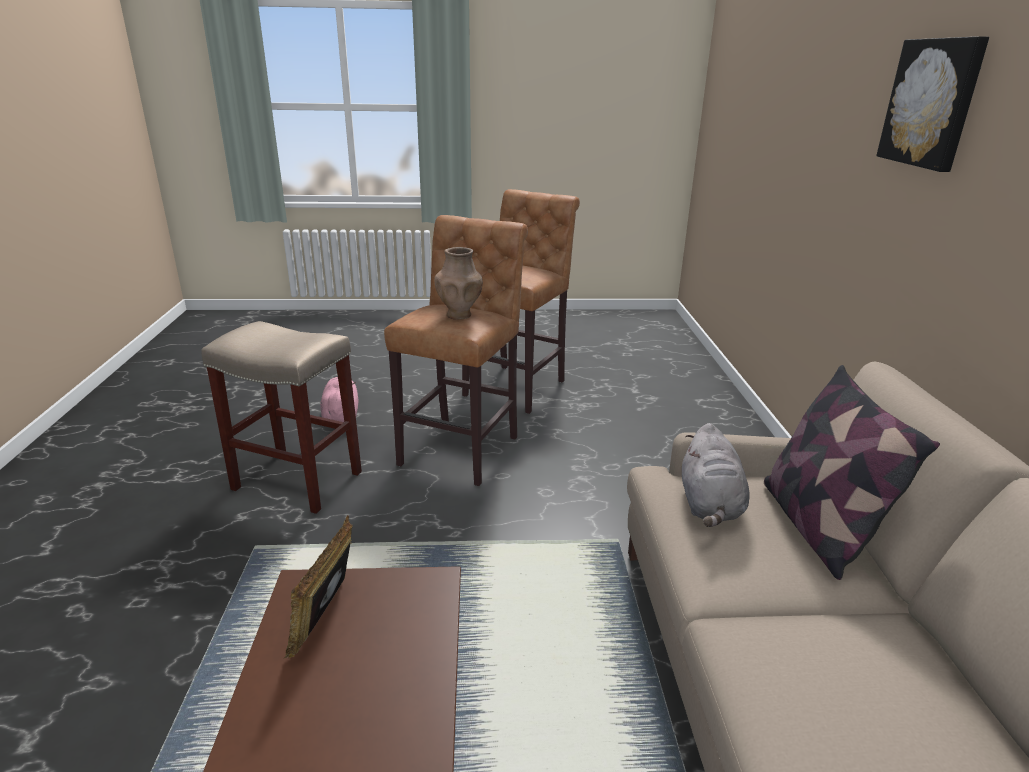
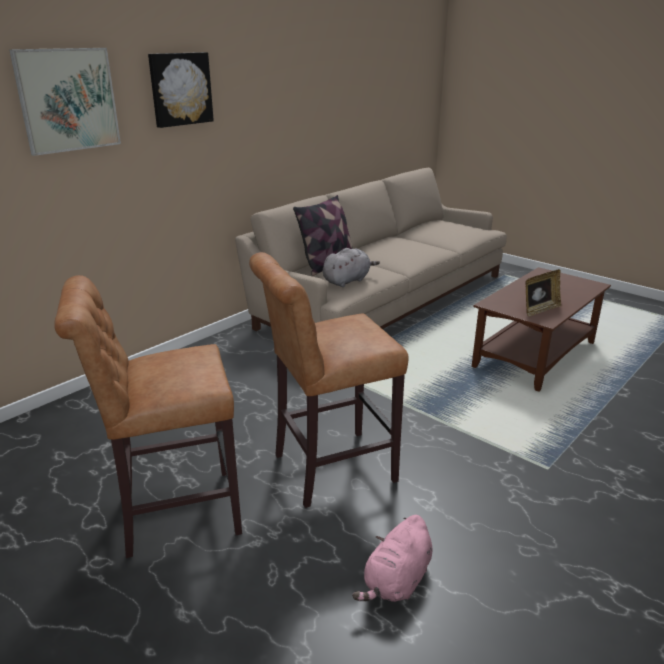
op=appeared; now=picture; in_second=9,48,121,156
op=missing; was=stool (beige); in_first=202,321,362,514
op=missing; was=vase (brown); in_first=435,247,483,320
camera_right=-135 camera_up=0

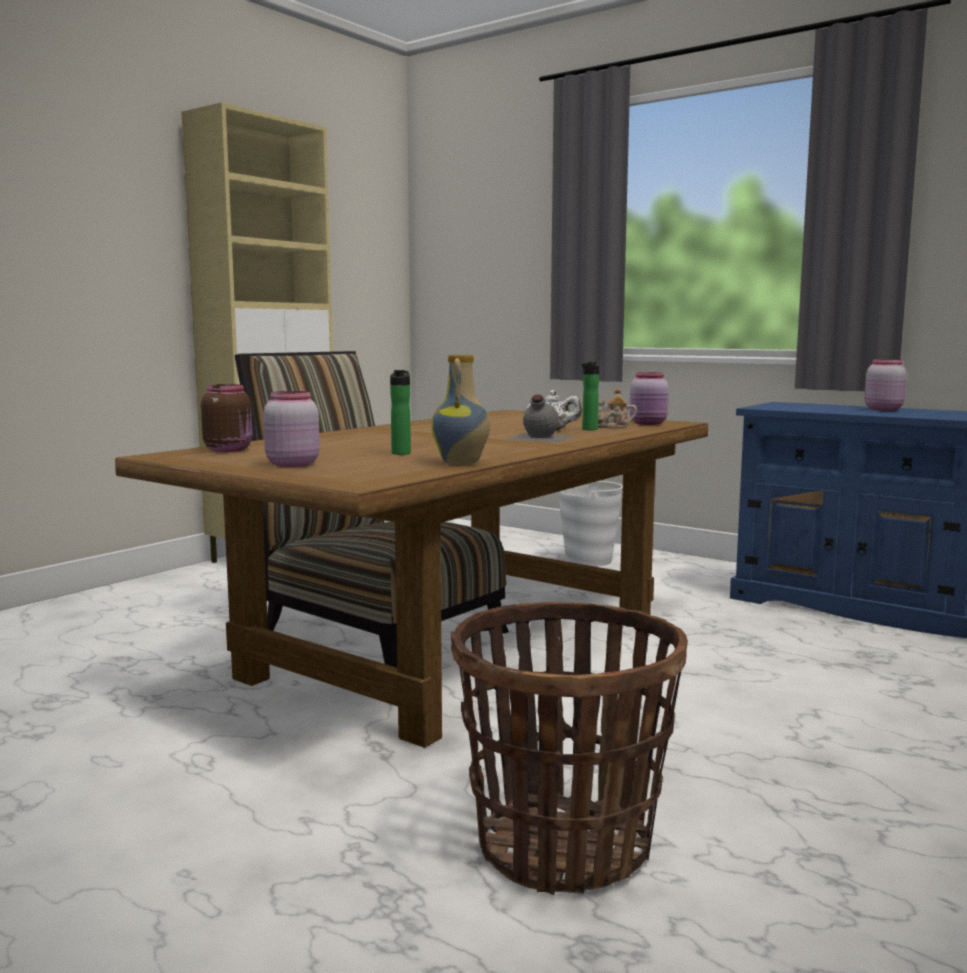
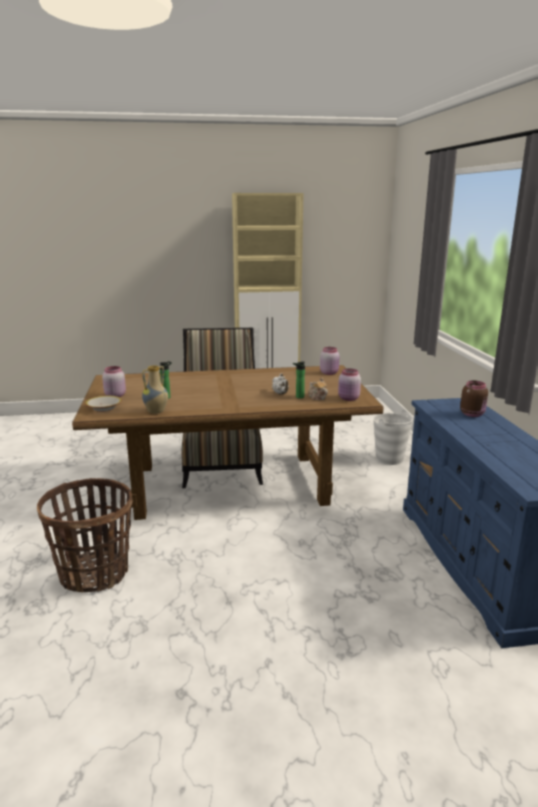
op=appeared; now=bowl; in_second=85,396,122,412
op=relocated; was=jar (pink); in_first=864,359,907,411; in_second=320,347,339,375
op=relocated; was=jar (brown); in_first=201,384,252,452; in_second=460,380,488,417
op=missing; was=bottle (grey); in_first=504,395,574,442
camera_right=45 camera_up=10

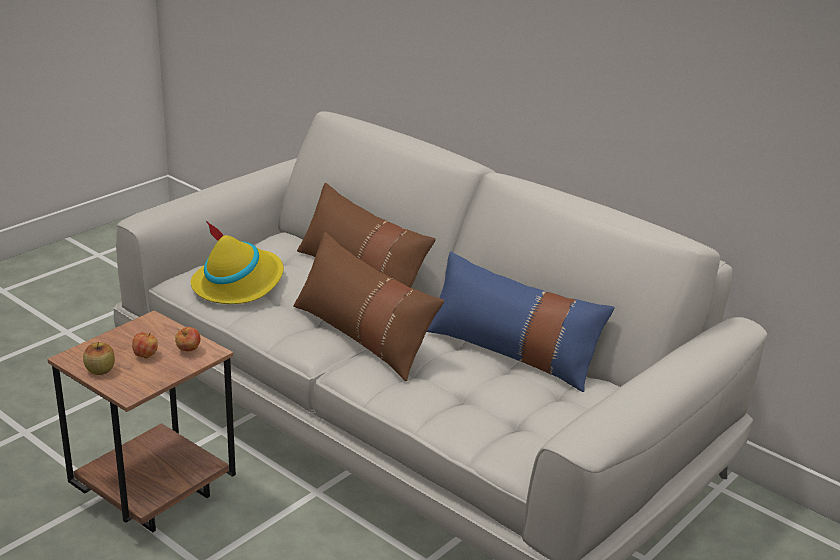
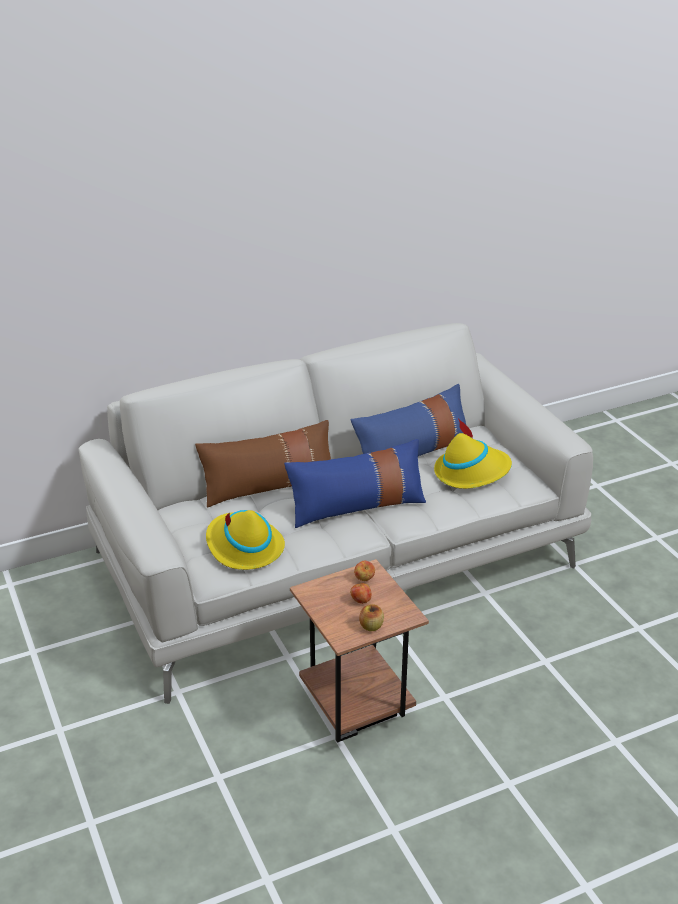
op=colour; was=pillow (brown); now=pillow (blue); in_first=293,232,444,381; in_second=284,439,426,528
op=appeared; now=hat (yellow); in_second=434,418,512,489
camera_right=-65 camera_up=5

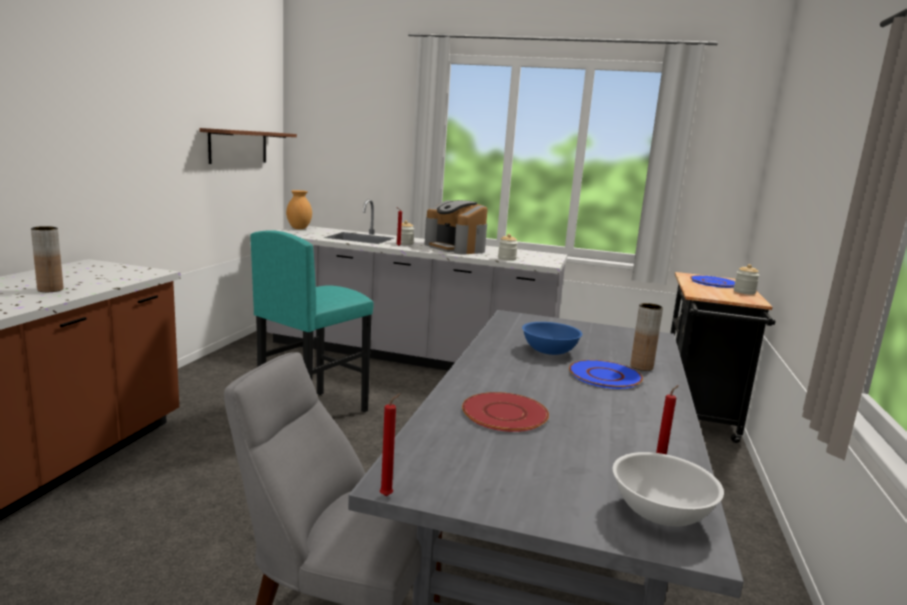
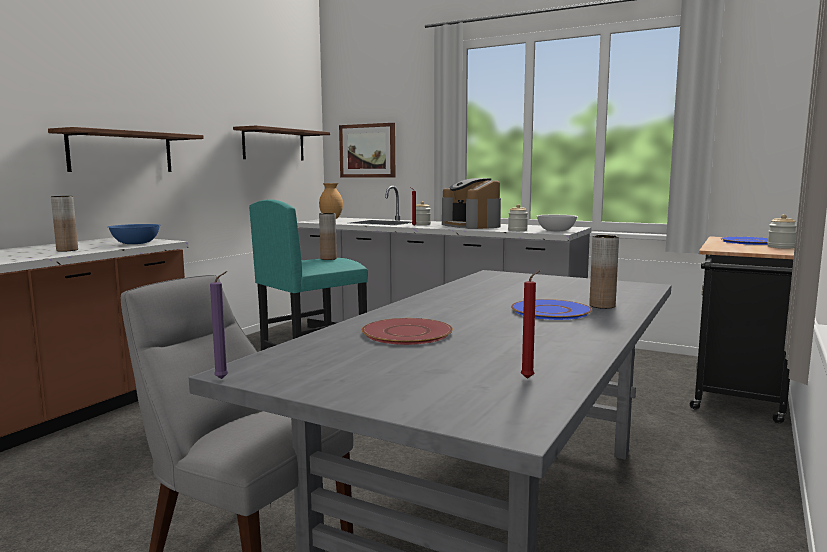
op=appeared; now=shelf; in_second=48,127,204,172
op=relocated; was=bowl (blue); in_first=522,322,582,355; in_second=108,224,161,244
op=colour; was=candle (red); now=candle (purple); in_first=380,393,401,496; in_second=210,271,228,379
op=appeared; now=vase (brown); in_second=319,213,337,260
op=appeared; now=picture; in_second=339,123,395,177
op=relocated; was=bowl (white); in_first=613,452,724,527; in_second=536,215,578,231
camera_right=15 camera_up=-5

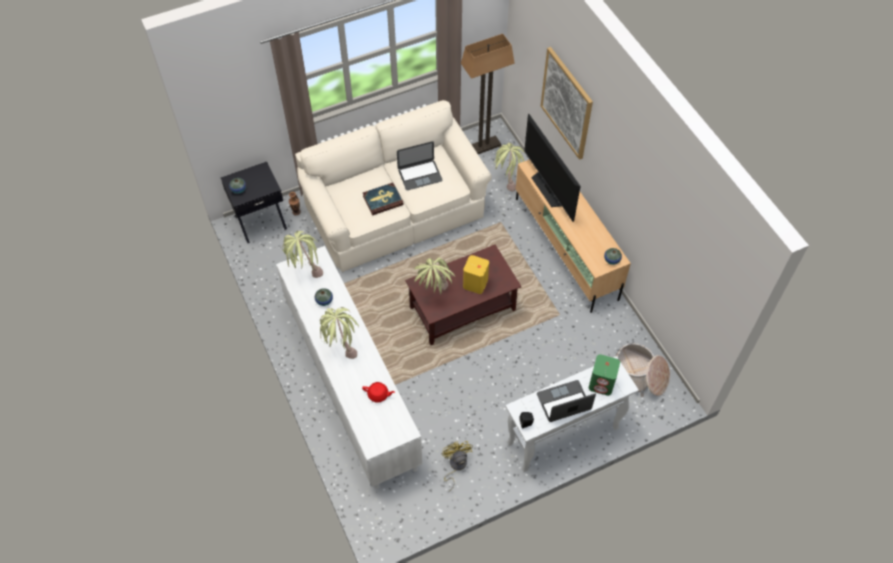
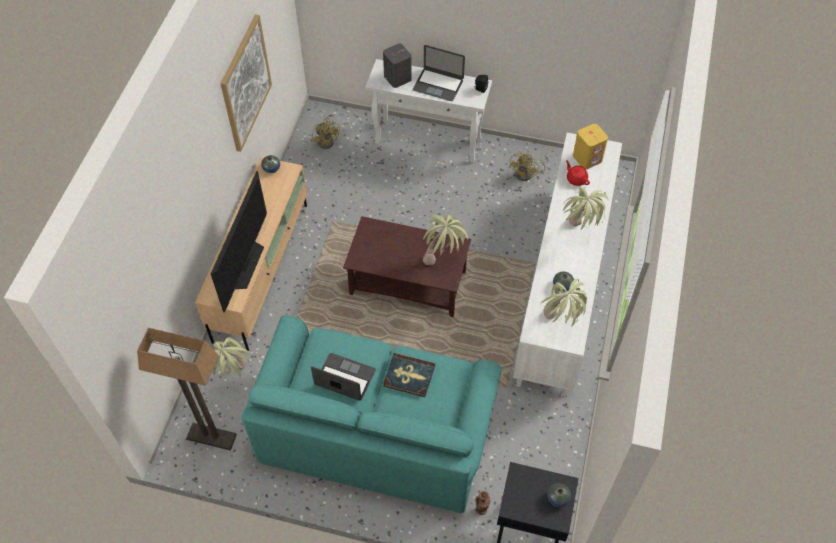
op=relocated; was=picture; in_first=541,47,593,160; in_second=221,14,272,152
op=colour; was=sofa (beige); now=sofa (turquoise); in_first=295,100,492,272; in_second=241,315,502,513
op=exchanged; was=basket; now=fan (yellow); in_first=616,343,670,397; in_second=312,116,340,149
op=colour; was=speaker (green); now=speaker (grey); in_first=589,354,620,396; in_second=383,43,412,88
op=relocated; was=speaker (yellow); in_first=463,255,489,294; in_second=573,124,608,169
camera_right=-140 camera_up=0

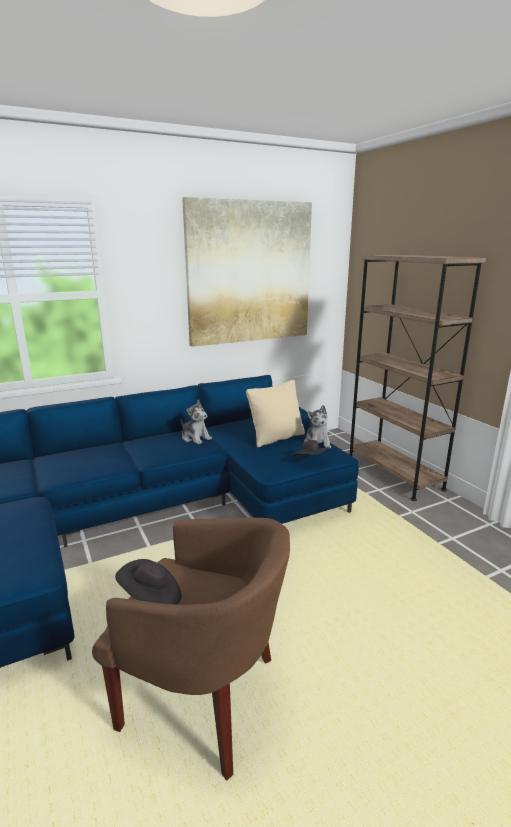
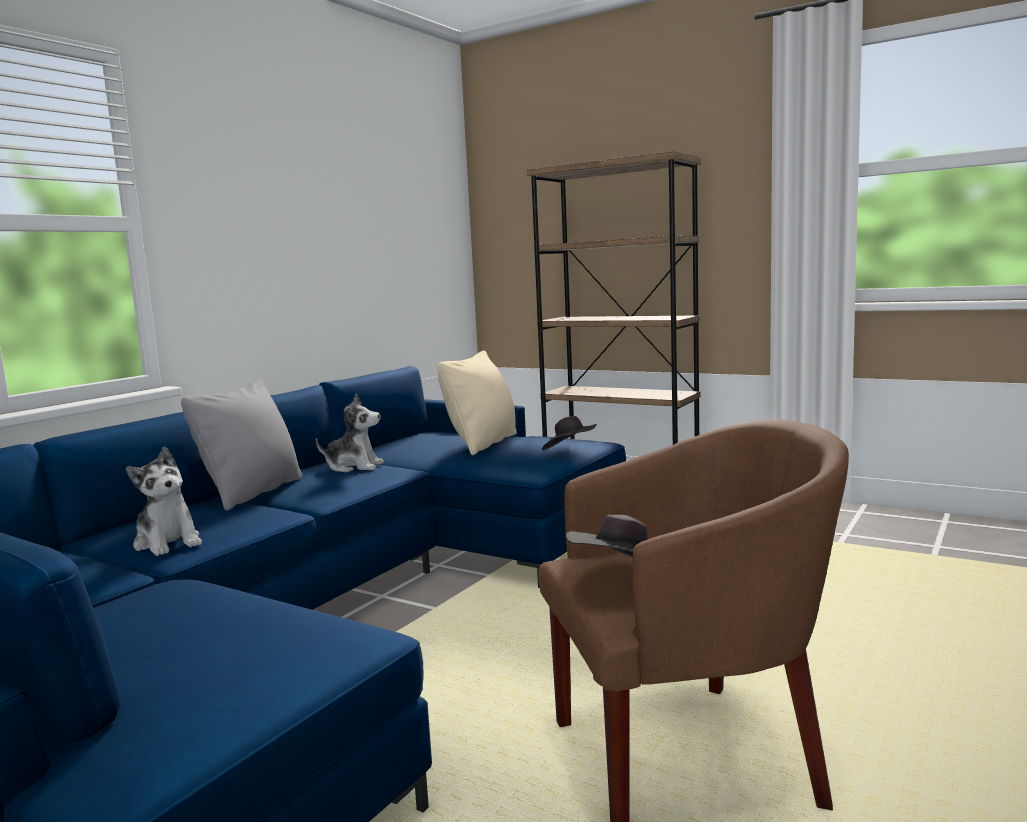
op=relocated; was=plush toy; in_first=304,405,331,448; in_second=126,447,202,556
op=appeared; now=pillow (grey); in_second=181,379,302,511
op=missing; was=picture; in_first=182,197,312,347
camera_right=-30 camera_up=-10

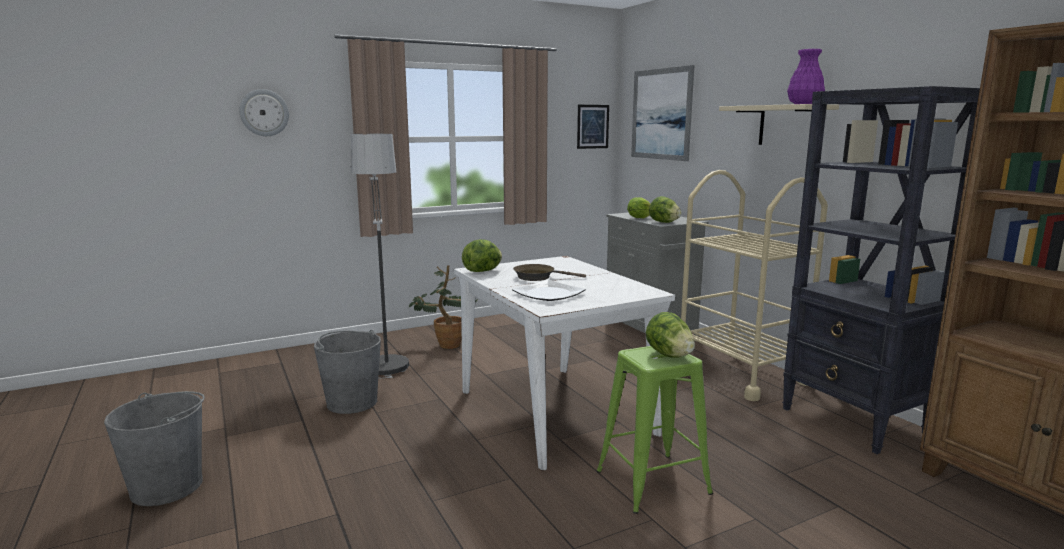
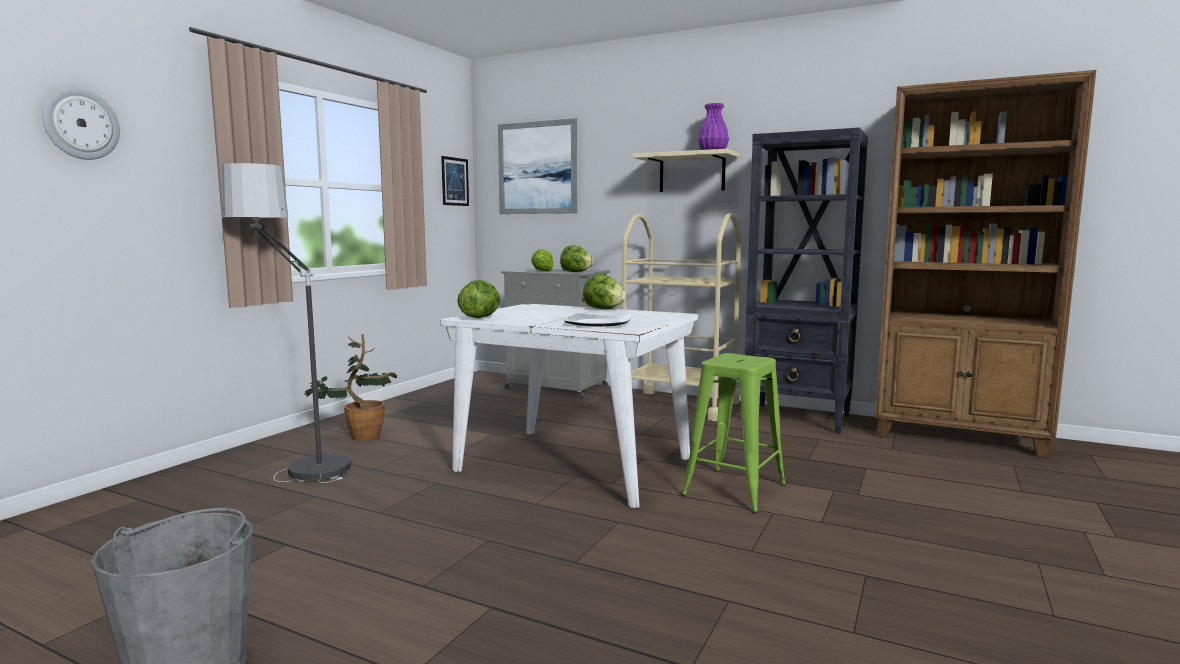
op=relocated; was=lettuce; in_first=646,312,695,358; in_second=583,274,626,309
op=missing; was=bucket (grey); in_first=314,330,381,414
op=missing; was=frying pan (brown); in_first=513,264,586,281
camera_right=-35 camera_up=-5

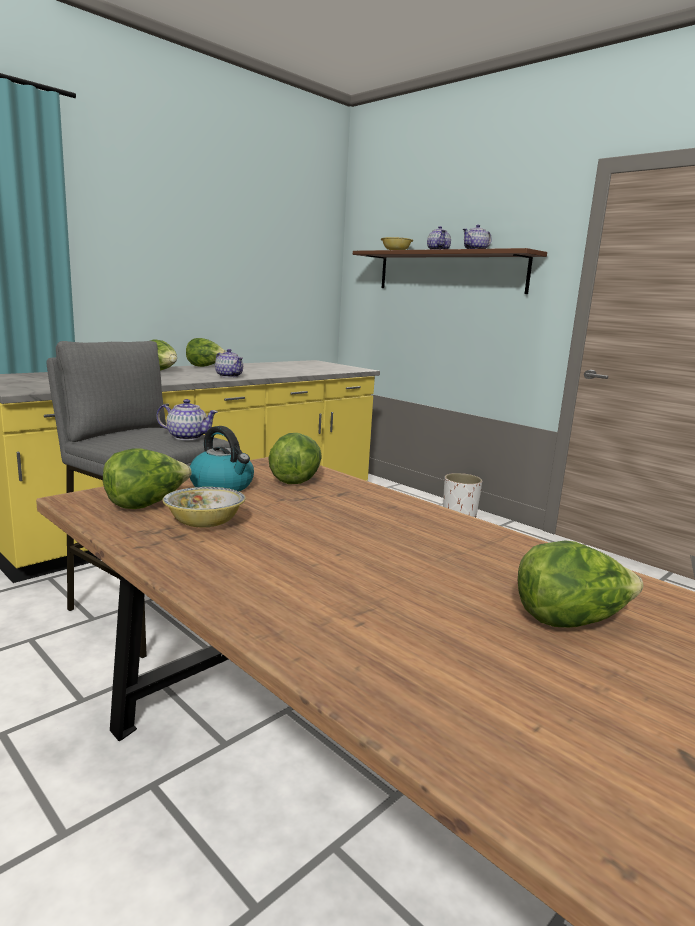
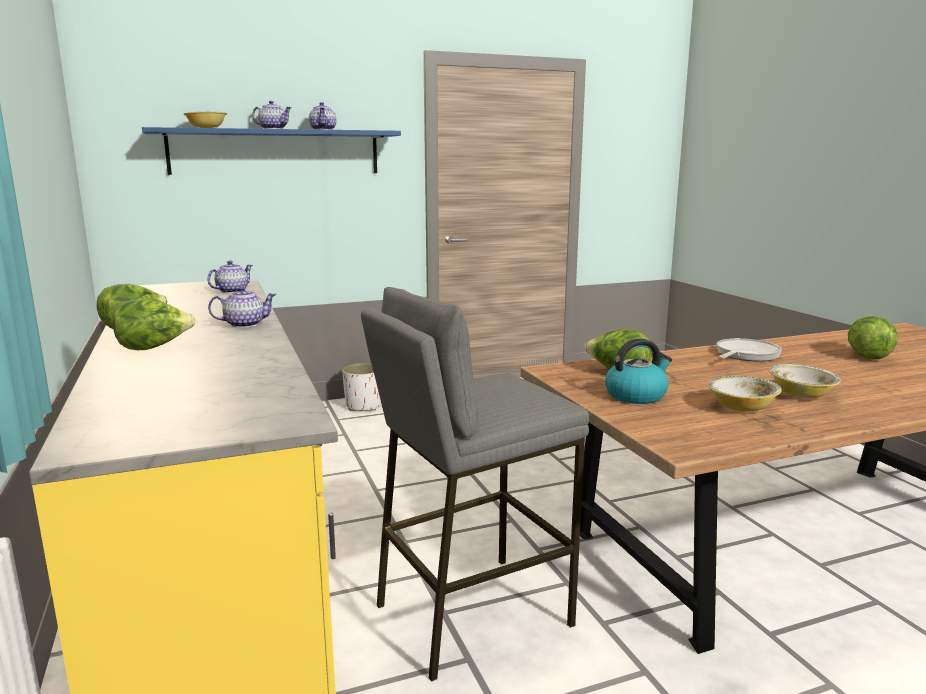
op=colour; was=shelf (brown); now=shelf (blue); in_first=353,248,547,294; in_second=142,127,401,175
op=relocated; was=teapot; in_first=157,399,218,440; in_second=207,260,253,293
op=appeared; now=frying pan; in_second=717,338,782,362
op=appeared; now=bowl; in_second=769,364,841,398
op=missing; was=lettuce; in_first=103,448,192,509
camera_right=-65 camera_up=0

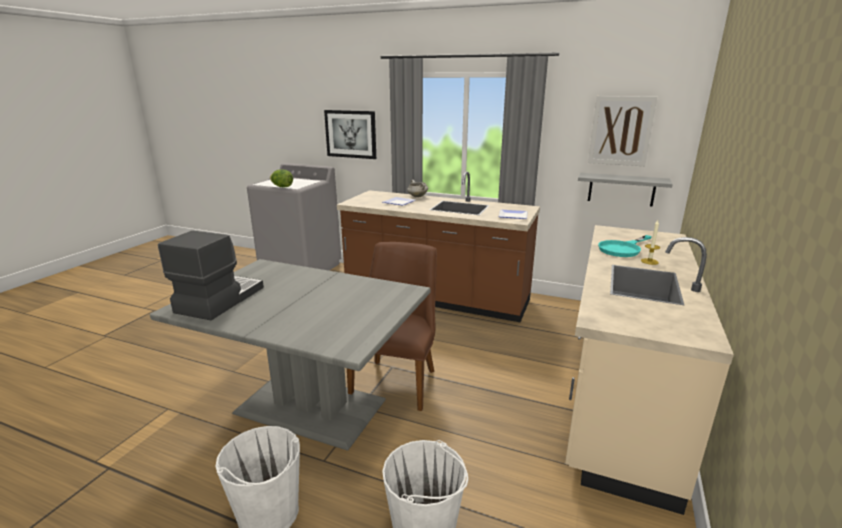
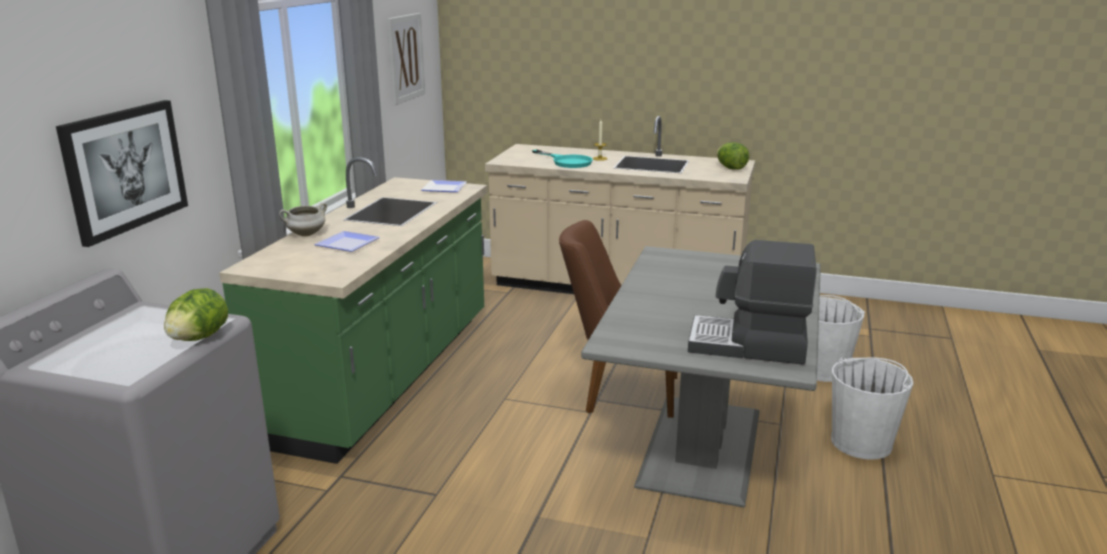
op=colour; was=counter (brown); now=counter (green); in_first=337,171,540,322; in_second=219,157,487,464
op=appeared; now=lettuce; in_second=717,142,749,170
op=missing; was=shelf (grey); in_first=578,173,673,207
camera_right=-95 camera_up=0

